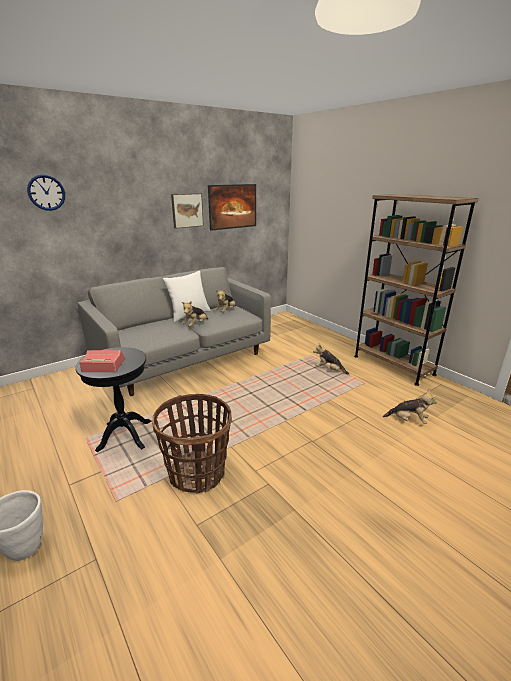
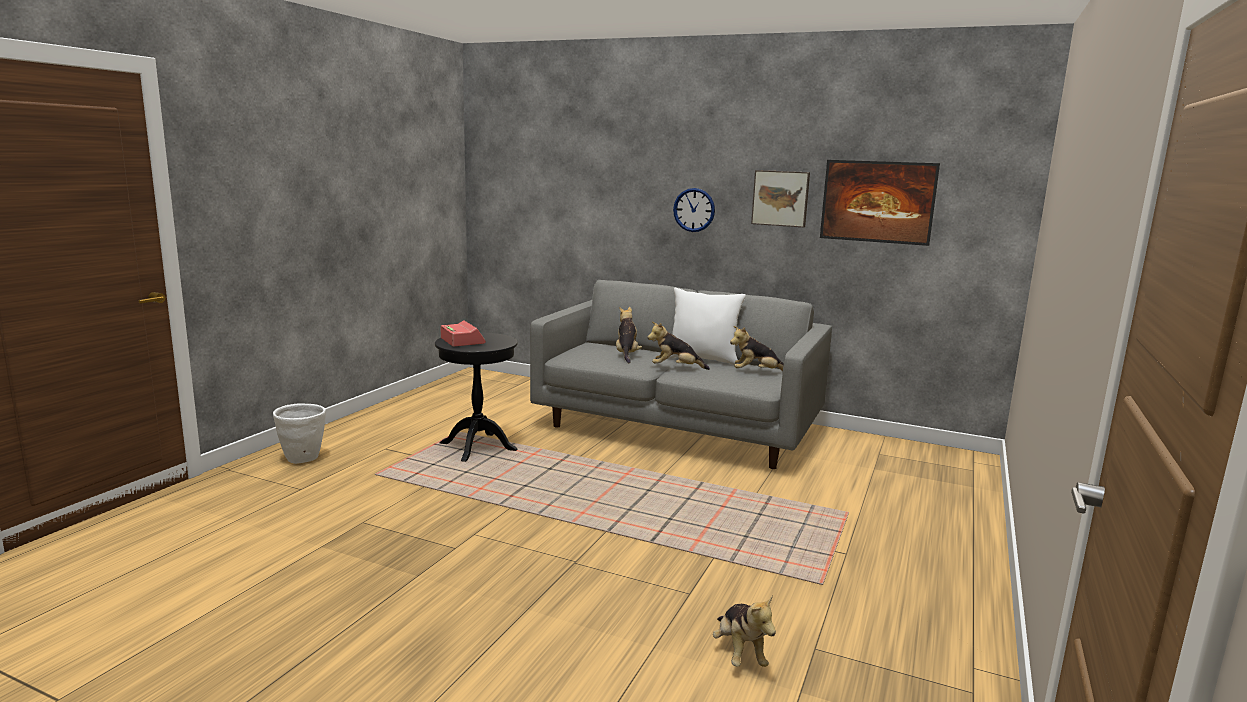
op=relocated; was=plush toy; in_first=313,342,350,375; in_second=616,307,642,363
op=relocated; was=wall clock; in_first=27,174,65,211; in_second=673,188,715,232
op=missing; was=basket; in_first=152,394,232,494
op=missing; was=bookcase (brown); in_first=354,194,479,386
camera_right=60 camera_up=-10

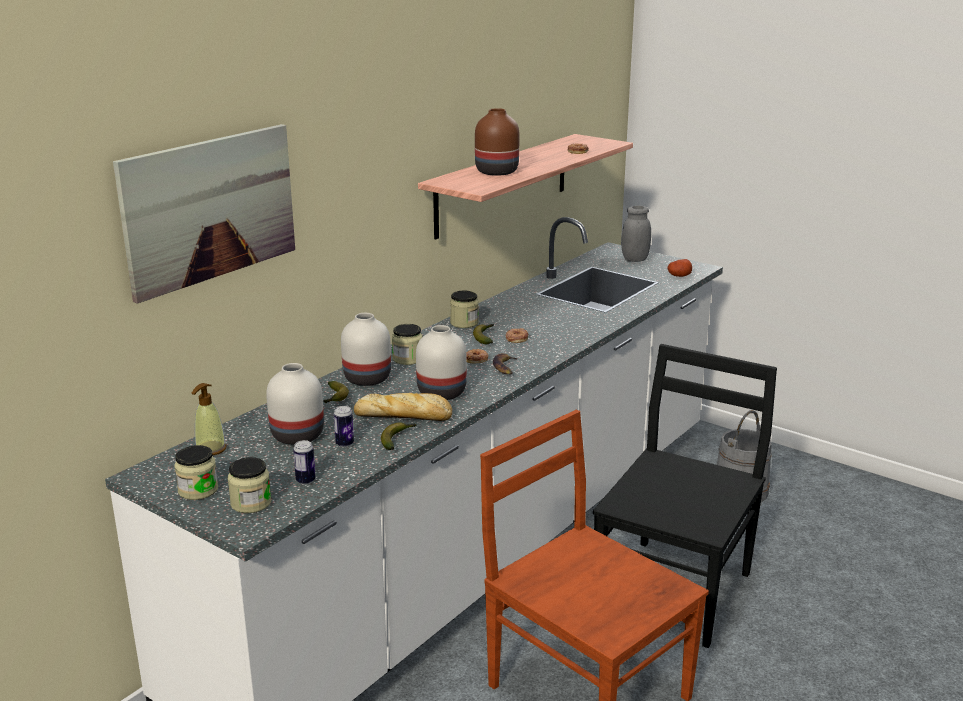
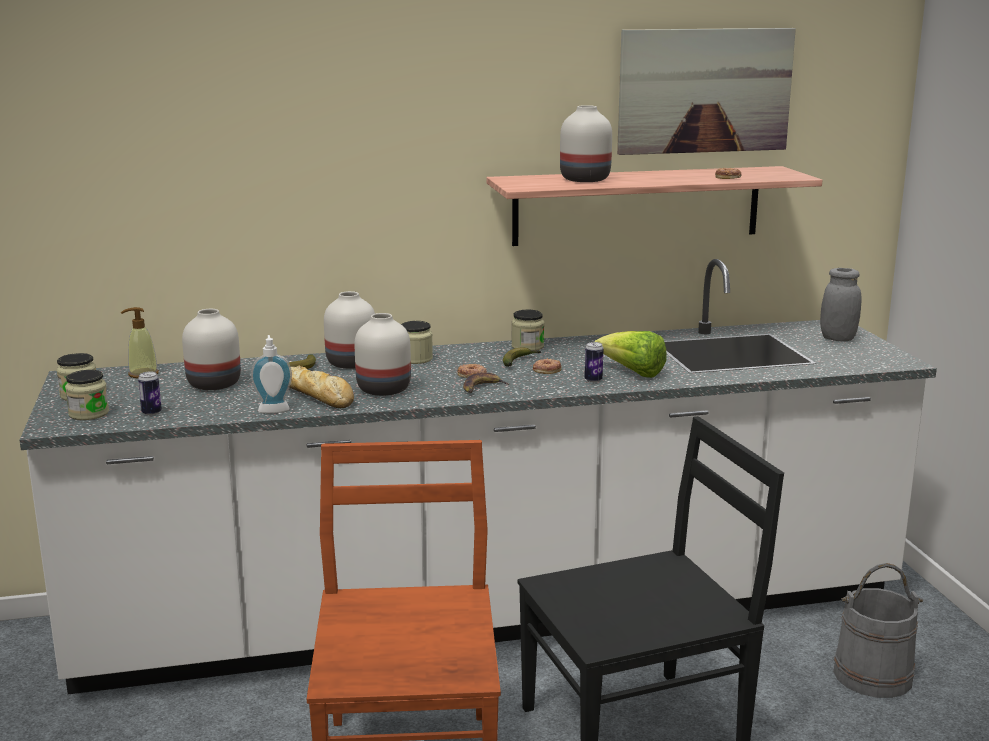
op=exchanged; was=banana; now=soap dispenser; in_first=381,422,417,450; in_second=251,335,292,413
op=colour; was=vase (brown); now=vase (white); in_first=475,108,520,176; in_second=560,105,612,182
op=relocated; was=can; in_first=334,406,354,447; in_second=584,342,604,383
op=appeared; now=lettuce; in_second=595,331,666,378
op=relocated; was=picture; in_first=113,124,295,304; in_second=617,28,796,155
op=missing; was=potato; in_first=667,259,692,277
camera_right=40 camera_up=-5

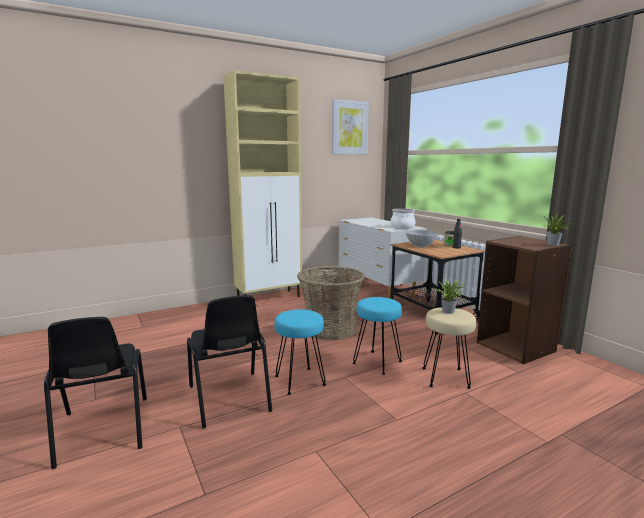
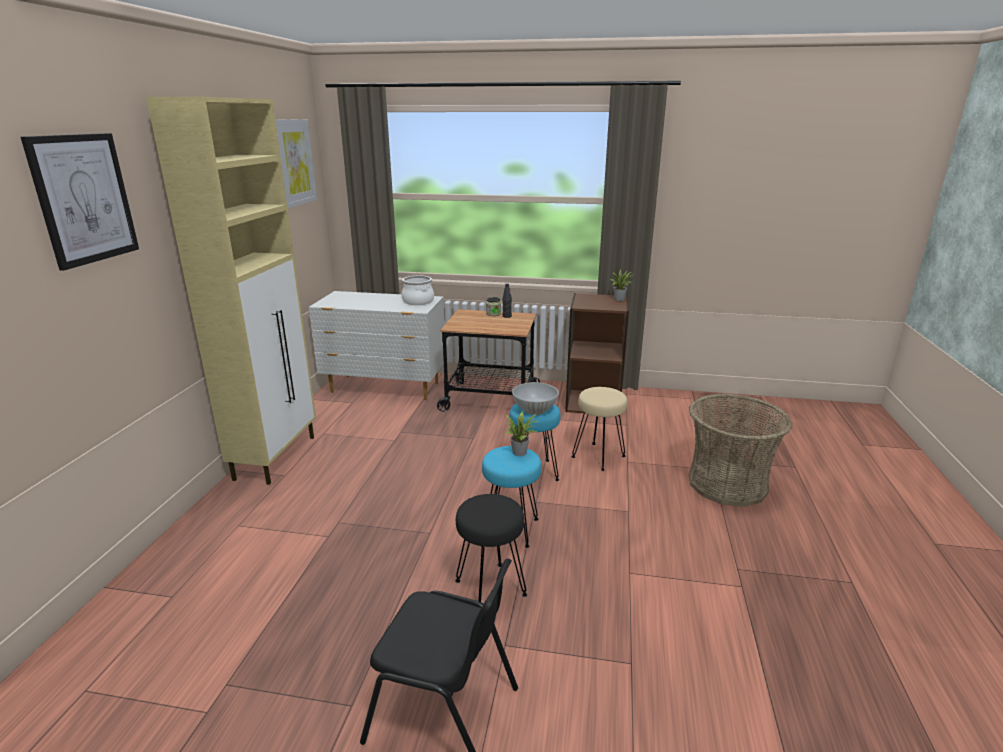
op=appeared; now=picture; in_second=21,133,139,271
op=exchanged; was=chair (black); now=stool (black); in_first=187,295,272,429; in_second=455,494,527,602
op=relocated; was=potted plant; in_first=437,279,464,314; in_second=505,412,539,456
op=relocated; was=bowl (white); in_first=406,230,437,247; in_second=512,382,559,415
op=relocated; was=basket; in_first=297,266,365,340; in_second=689,394,792,507
camera_right=-50 camera_up=10

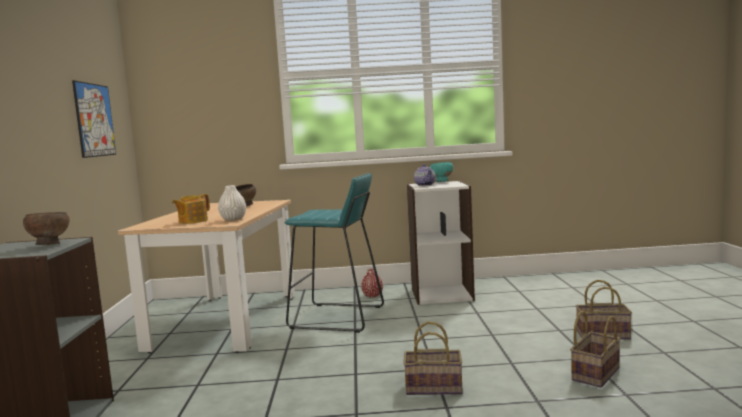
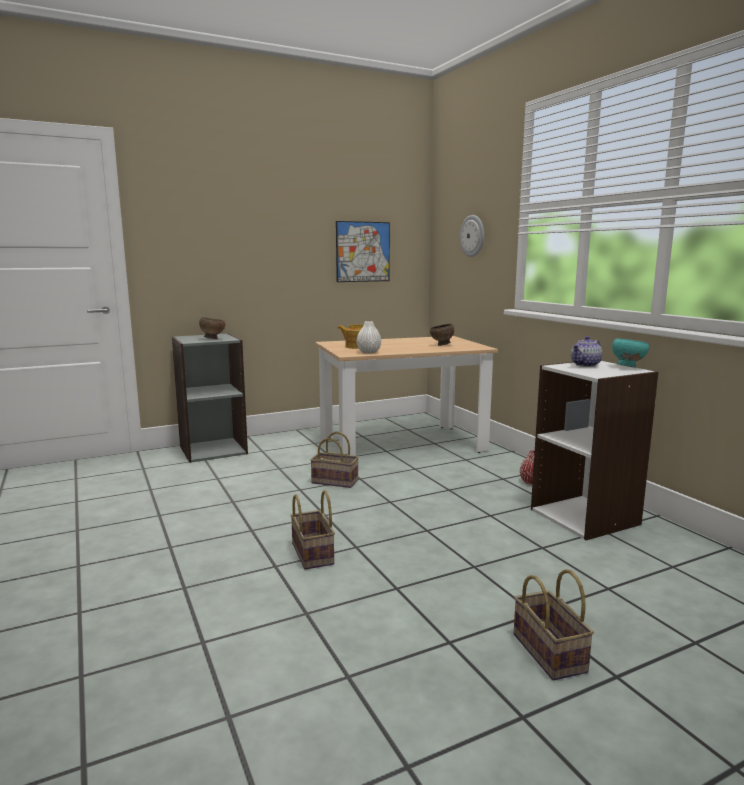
op=relocated; was=basket; in_first=570,311,621,388; in_second=310,432,359,488
op=appeared; now=wall clock; in_second=460,215,484,257
op=missing; was=stool (turquoise); in_first=285,173,384,333
camera_right=65 camera_up=5

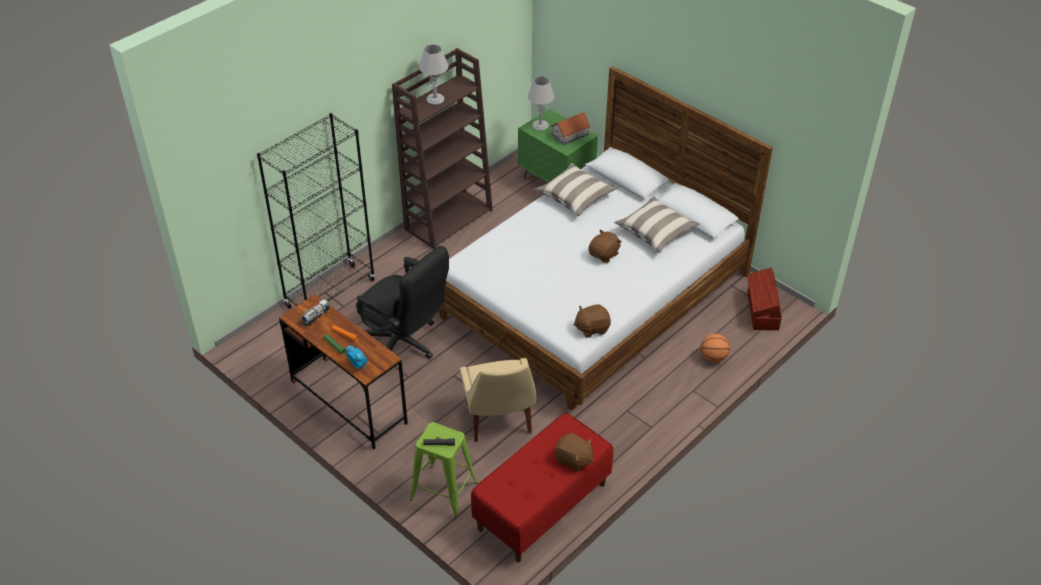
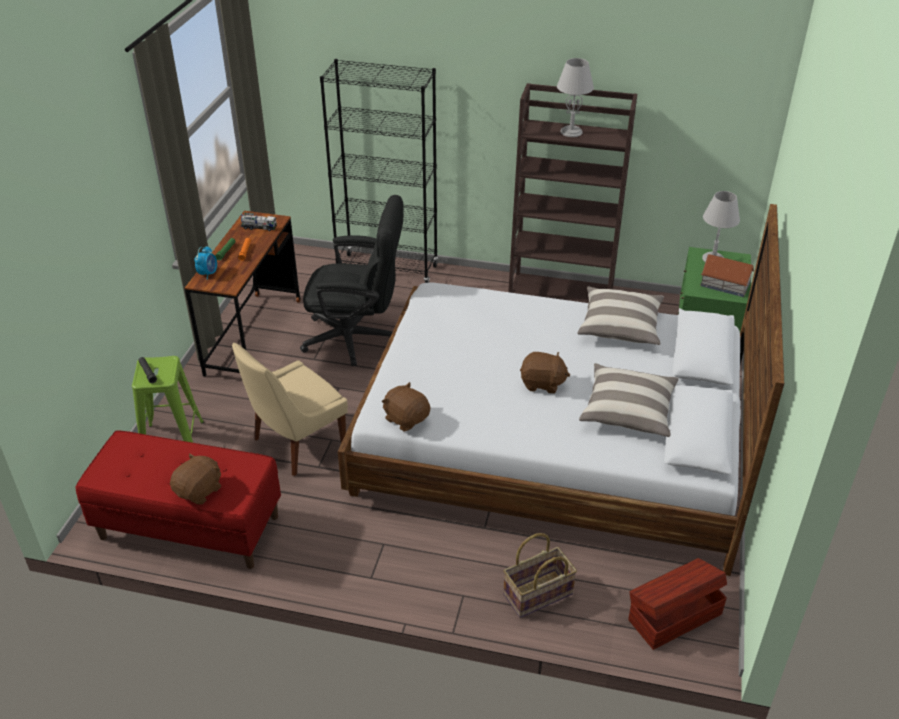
op=spun; was=plush toy (brown); in_first=555,433,594,472; in_second=170,453,221,505; clockwise=-150
op=spun; was=office chair (black); in_first=356,246,449,359; in_second=300,195,403,366; clockwise=-90
op=exchanged; was=basketball; now=basket; in_first=700,334,730,363; in_second=503,533,577,618
camera_right=60 camera_up=-5

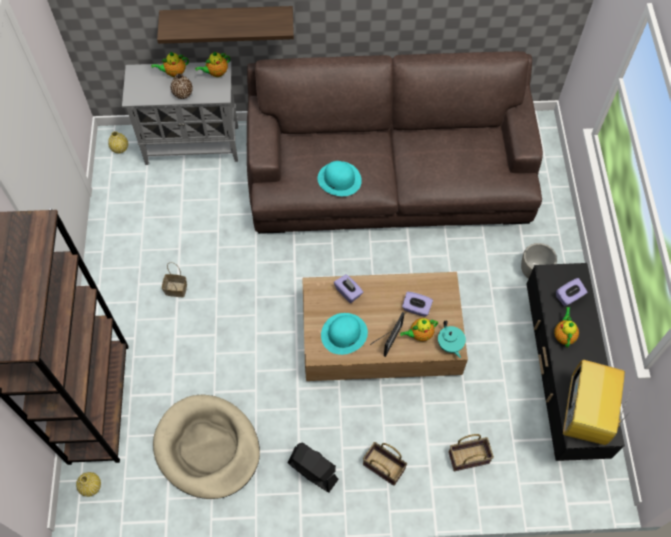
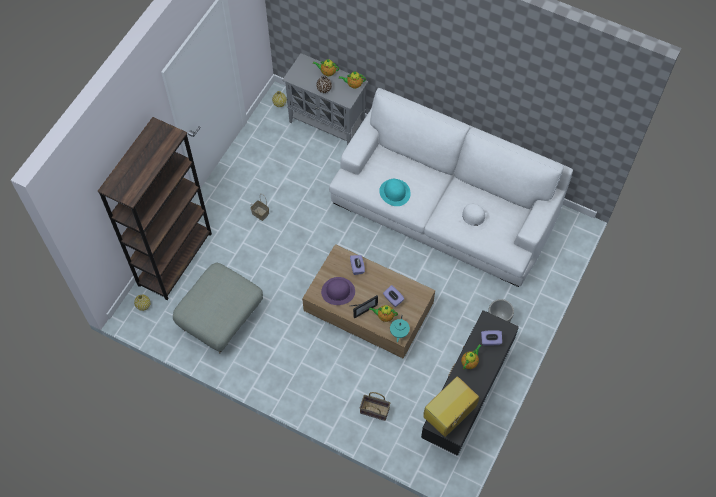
op=exchanged; was=dog bed (beige); now=ottoman (grey); in_first=153,394,260,499; in_second=173,262,263,354
op=colour; was=hat (turquoise); now=hat (purple); in_first=321,313,368,355; in_second=321,277,355,305
op=colour; was=sofa (brown); now=sofa (white); in_first=247,51,543,234; in_second=329,88,573,287
op=appeared; now=hat (white); in_second=457,203,490,230
op=missing; was=shelf; in_first=157,6,294,44
op=missing; was=fan (black); in_first=288,442,339,492
op=missing; was=basket; in_first=363,442,407,486
camera_right=30 camera_up=0

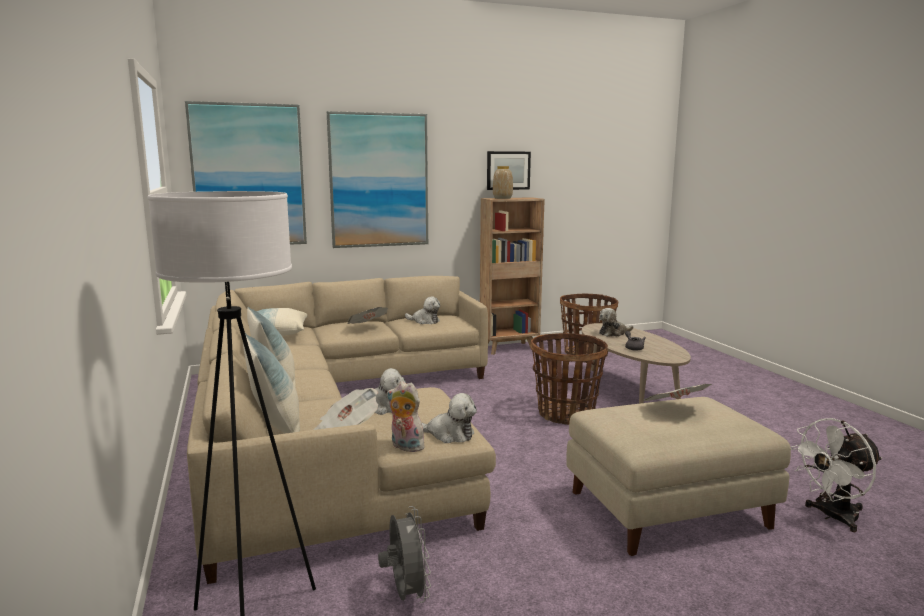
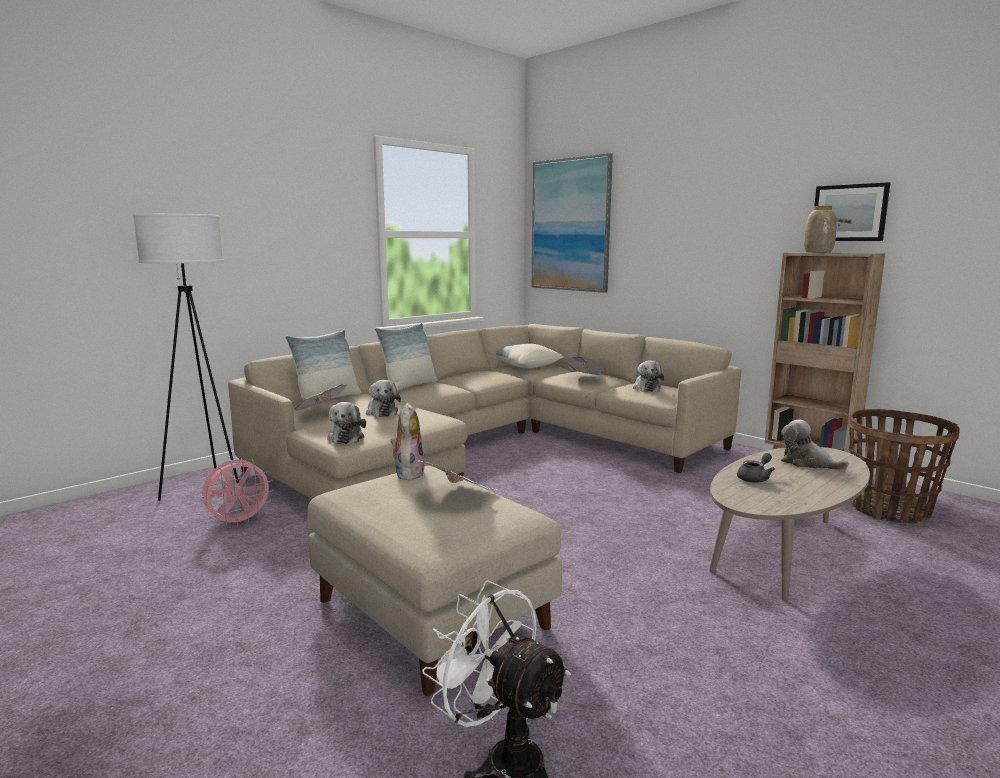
op=colour; was=fan (grey); now=fan (pink); in_first=378,506,431,603; in_second=202,459,274,527
op=relocated; was=plush toy; in_first=387,381,425,452; in_second=390,403,424,480
op=missing; was=picture; in_first=327,111,428,248
op=missing; was=basket; in_first=530,333,608,425
camera_right=65 camera_up=0

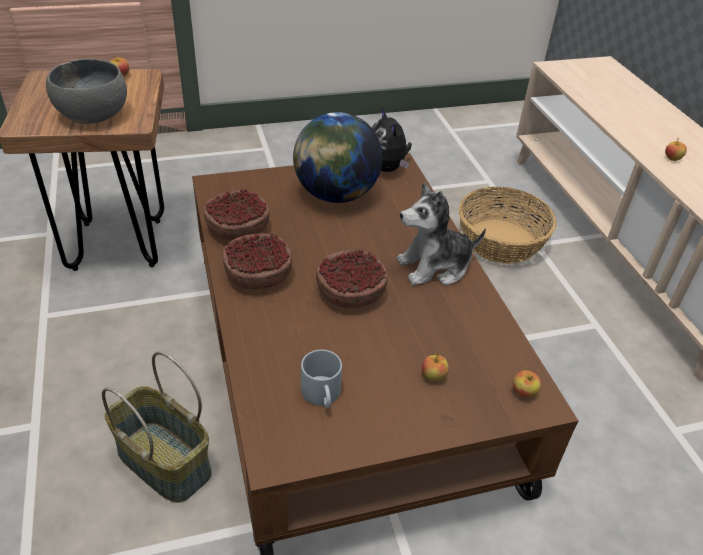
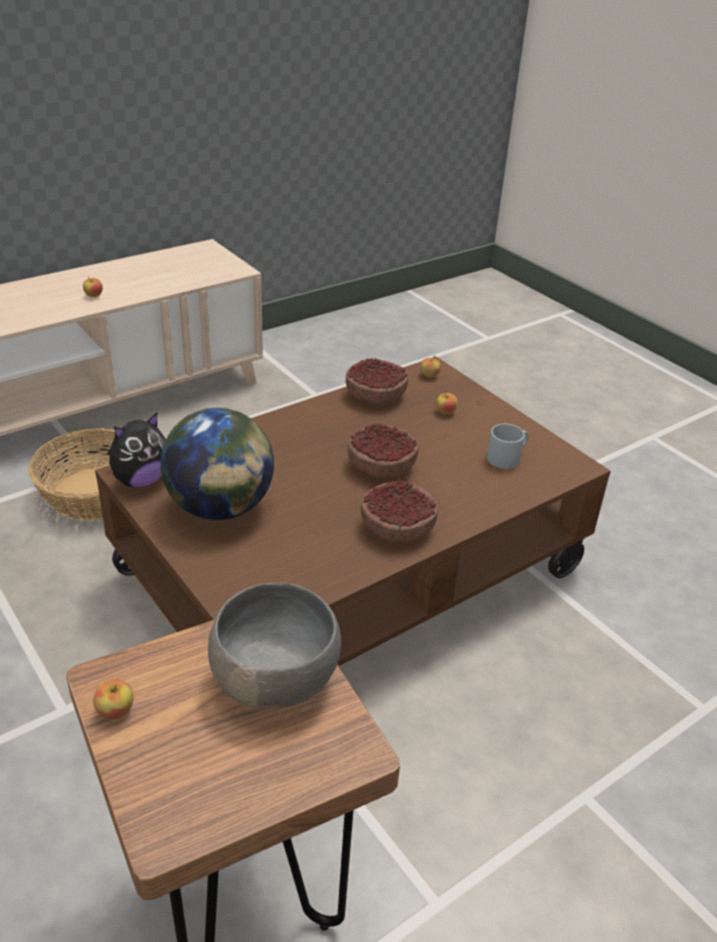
op=relocated; was=bowl; in_first=204,189,270,240; in_second=346,358,408,405
op=missing; was=basket; in_first=102,352,212,503
op=missing; was=plush toy; in_first=396,182,486,286
camera_right=-110 camera_up=-5

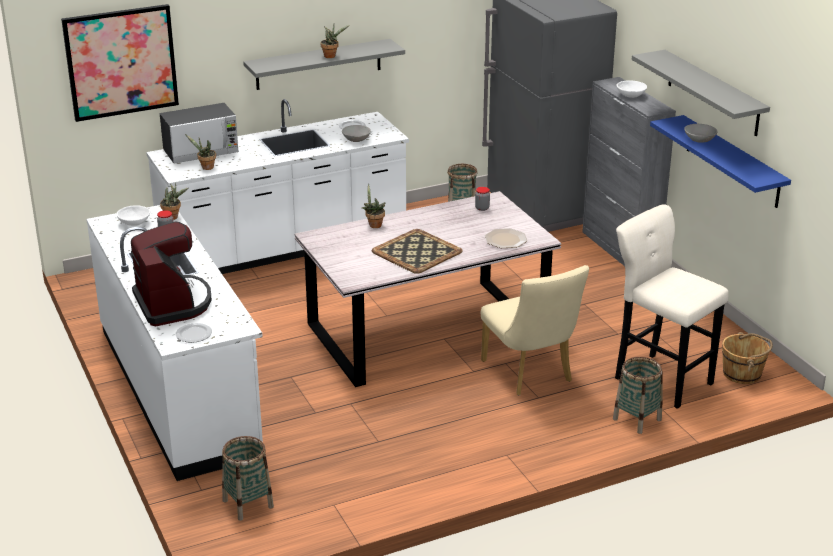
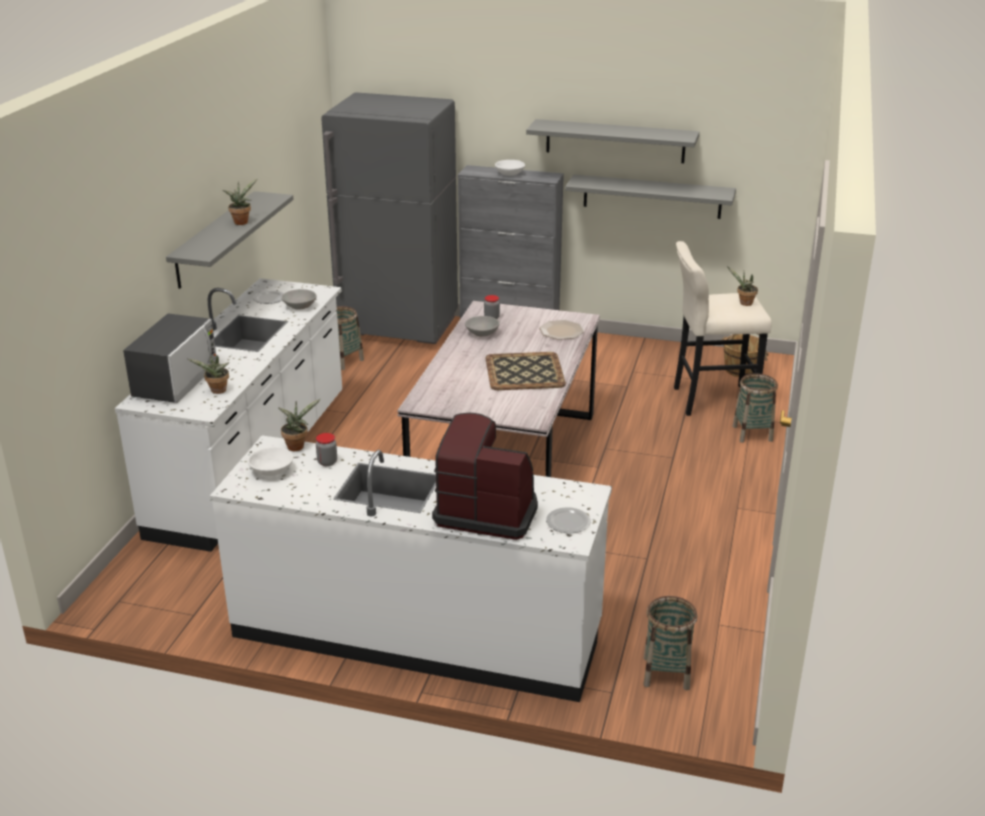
op=relocated; was=bowl (grey); in_first=684,124,718,143; in_second=465,316,500,337
op=colour; was=shelf (blue); now=shelf (grey); in_first=650,115,791,208; in_second=565,174,736,219
op=relocated; was=potted plant; in_first=361,184,385,228; in_second=727,266,758,306
op=missing; was=picture; in_first=61,4,179,122
op=missing; was=chair (beige); in_first=481,265,589,395
camera_right=-50 camera_up=0

